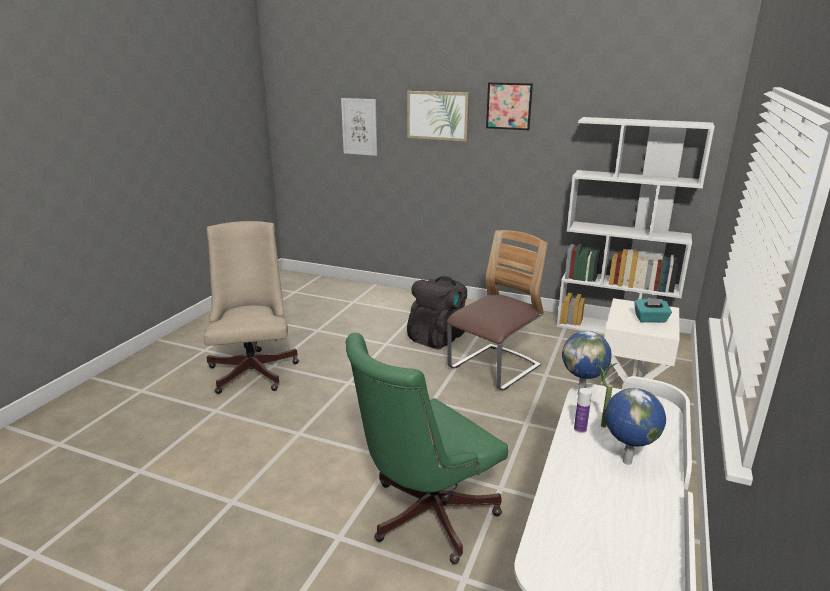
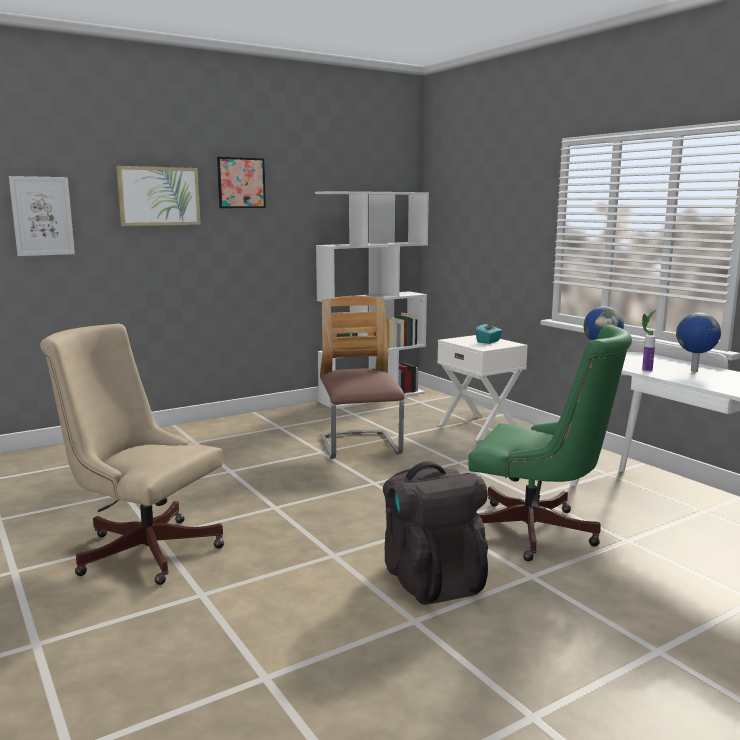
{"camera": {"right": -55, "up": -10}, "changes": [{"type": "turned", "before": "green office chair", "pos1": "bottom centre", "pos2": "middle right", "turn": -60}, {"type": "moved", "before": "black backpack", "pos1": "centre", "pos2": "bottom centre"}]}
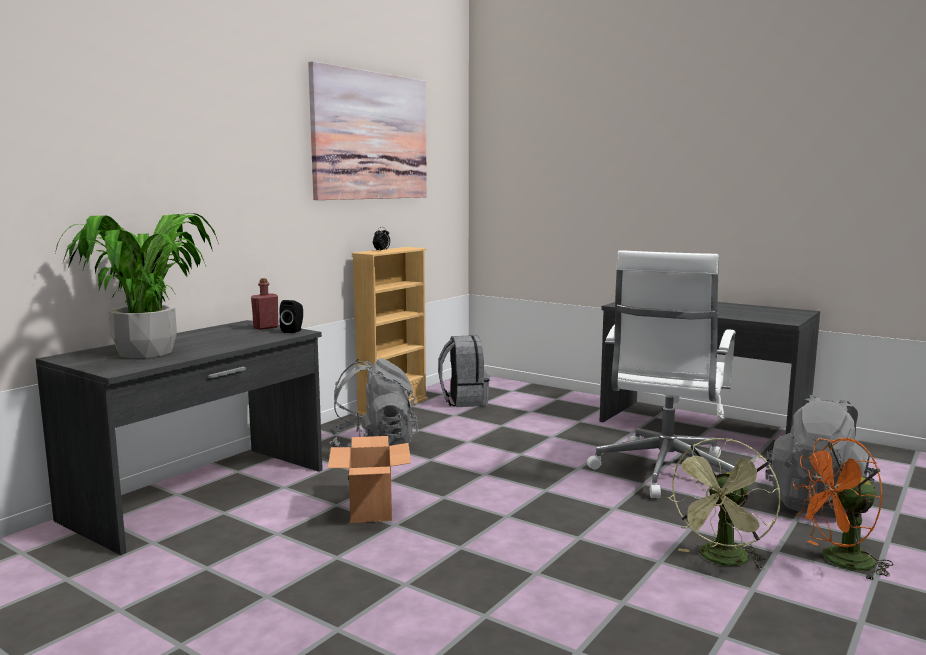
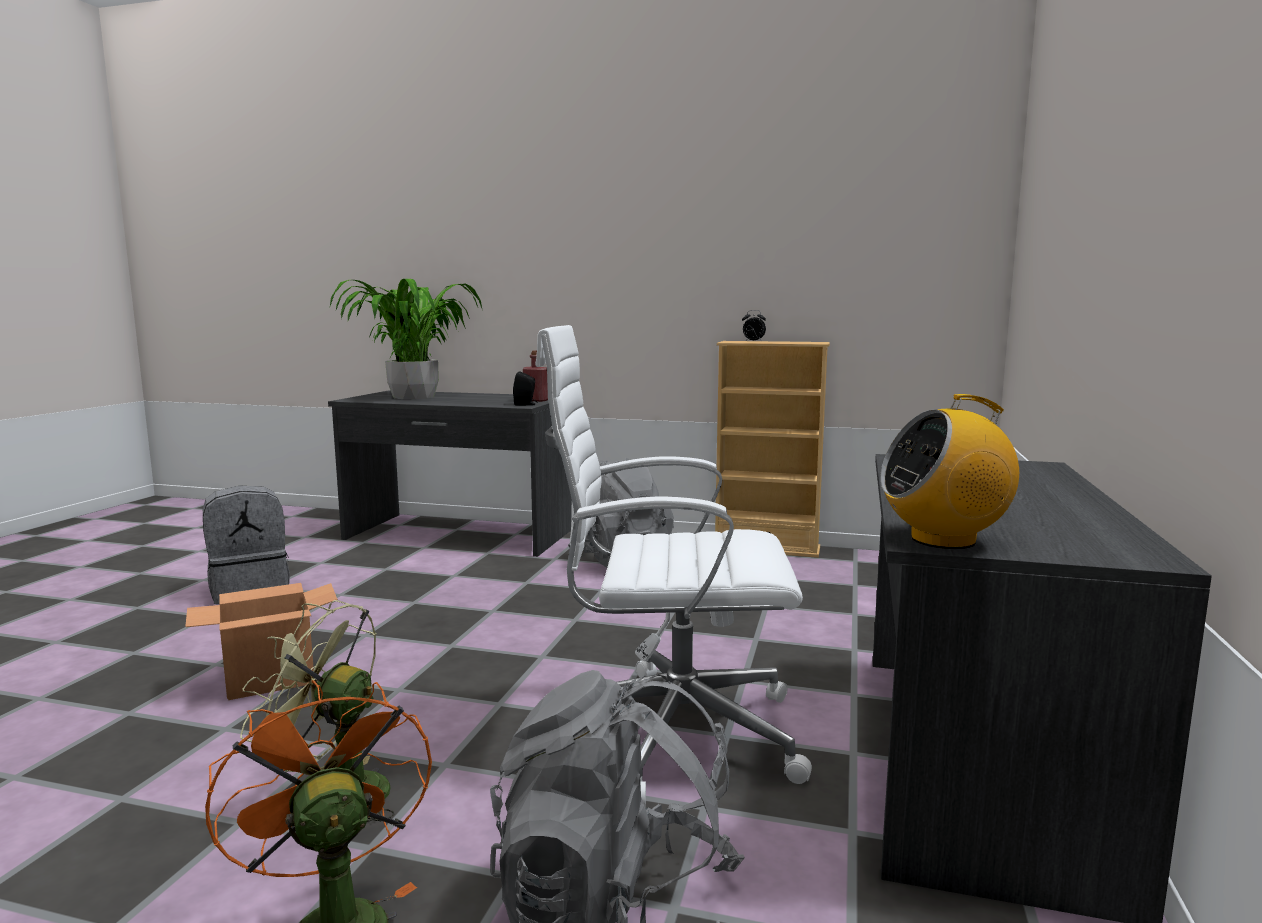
{"camera": {"right": 70, "up": 0}, "changes": [{"type": "removed", "before": "picture", "pos1": "top centre"}, {"type": "moved", "before": "cardboard box", "pos1": "bottom centre", "pos2": "bottom left"}, {"type": "moved", "before": "grey backpack (2nd from left in the first image)", "after": "grey backpack (1st from left)", "pos1": "centre", "pos2": "middle left"}, {"type": "added", "after": "radio", "pos2": "middle right"}]}
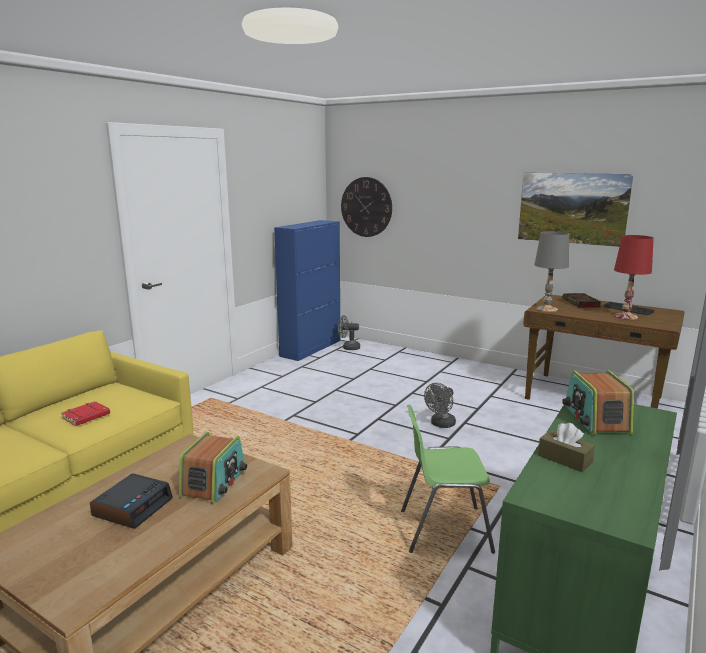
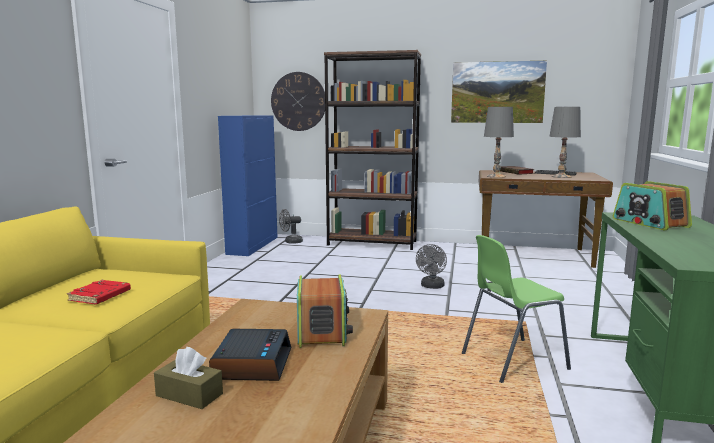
{"camera": {"right": -20, "up": -5}, "changes": [{"type": "moved", "before": "brown tissue box", "pos1": "bottom right", "pos2": "bottom left"}, {"type": "recoloured", "before": "red table lamp", "after": "grey table lamp (2nd from left)", "pos1": "middle right", "pos2": "top right"}, {"type": "added", "after": "brown bookcase", "pos2": "centre"}]}
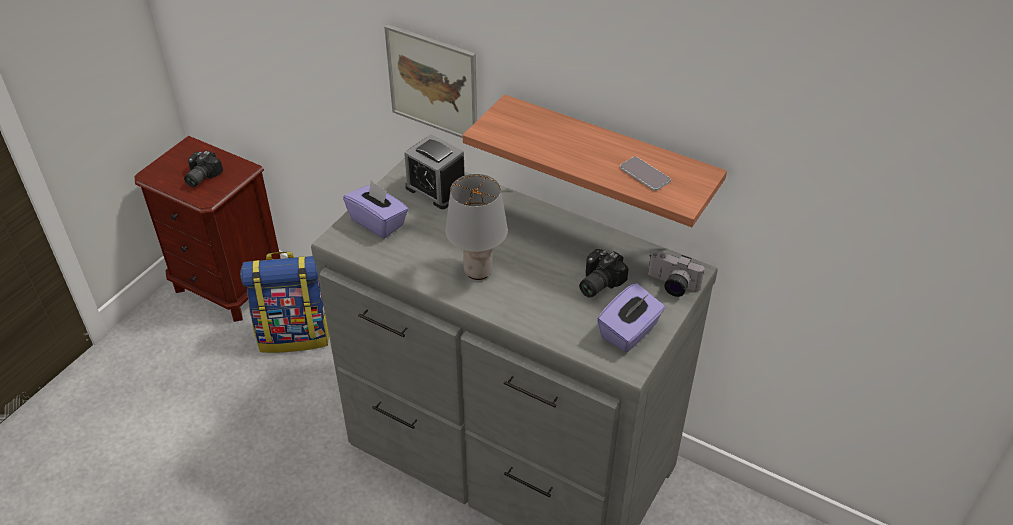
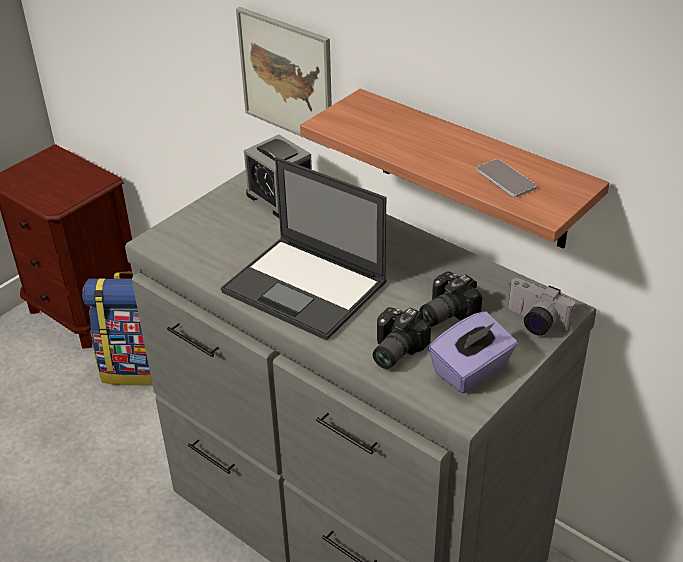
{"camera": {"right": 10, "up": -5}, "changes": [{"type": "moved", "before": "photo camera (1st from left)", "pos1": "top left", "pos2": "centre"}, {"type": "removed", "before": "purple tissue box (1st from left)", "pos1": "centre"}, {"type": "replaced", "before": "grey table lamp", "after": "laptop", "pos1": "centre", "pos2": "centre"}]}
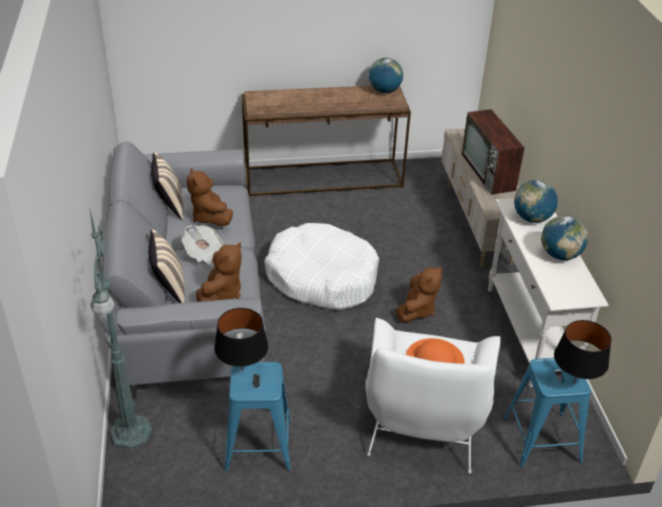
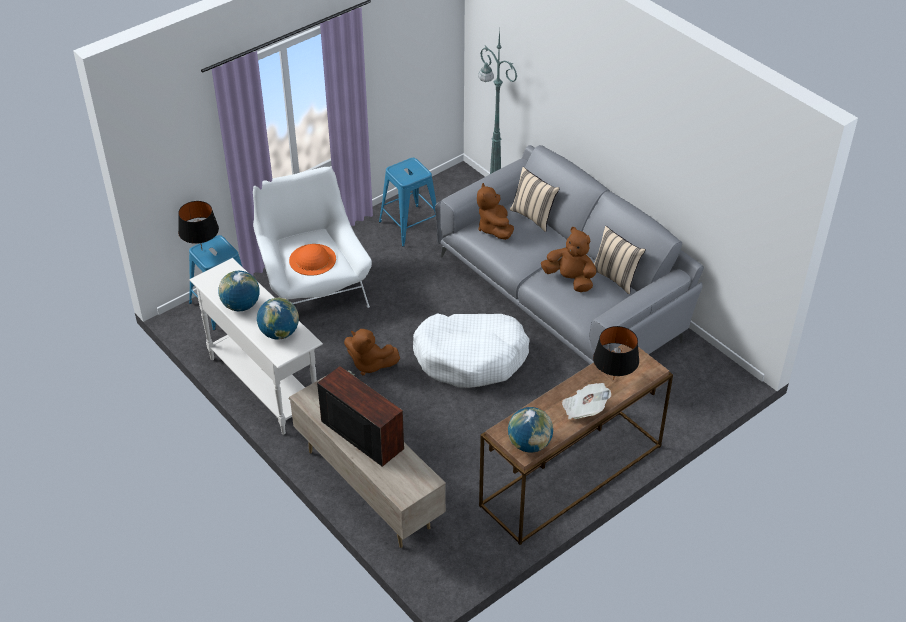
{"camera": {"right": 150, "up": 5}, "changes": [{"type": "moved", "before": "newspaper", "pos1": "middle left", "pos2": "centre"}, {"type": "moved", "before": "black table lamp (1st from left in the first image)", "after": "black table lamp (2nd from left)", "pos1": "bottom centre", "pos2": "middle right"}, {"type": "turned", "before": "brown plush toy (3rd from left in the first image)", "pos1": "centre", "pos2": "centre", "turn": -60}]}
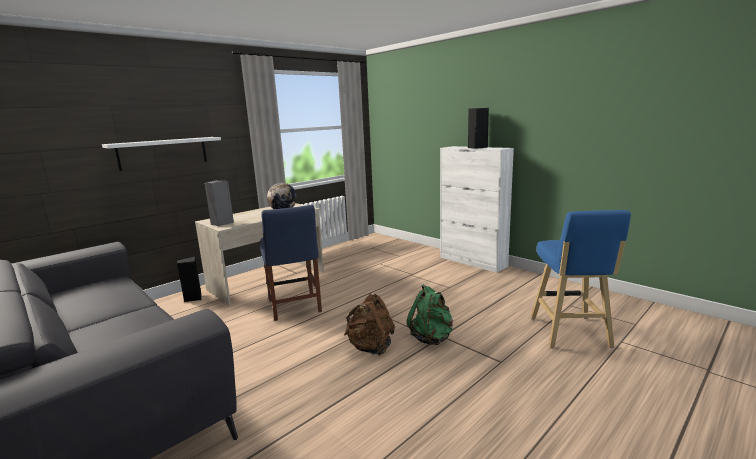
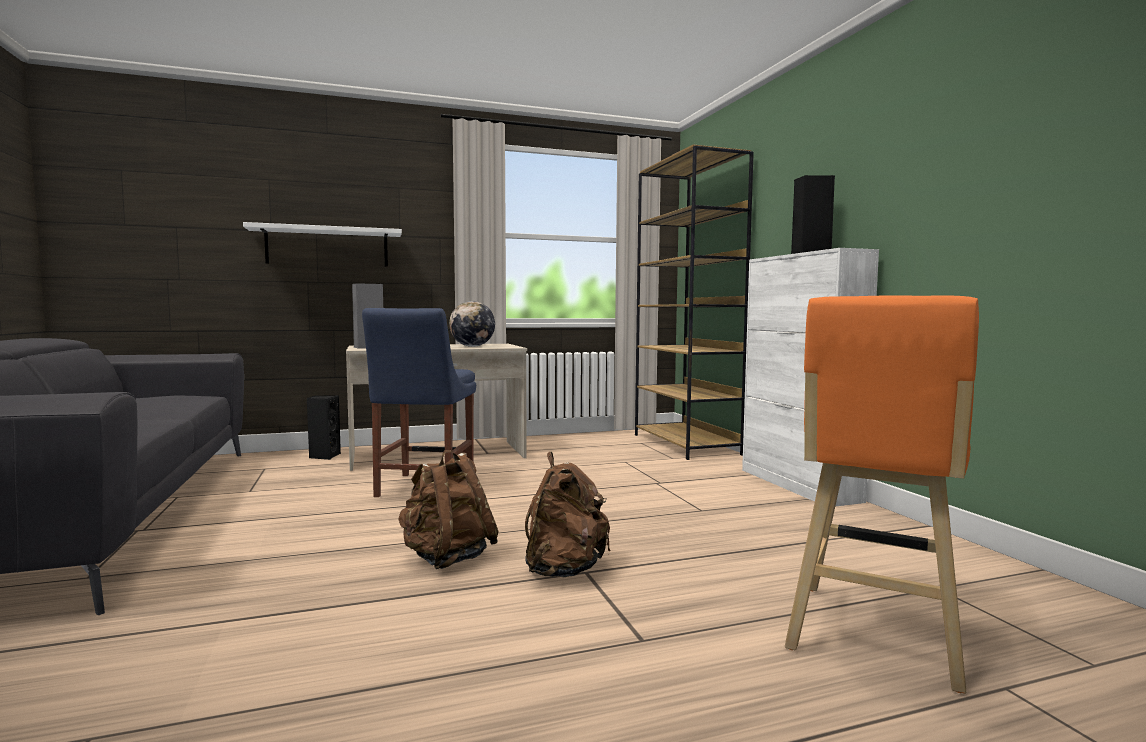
{"camera": {"right": 25, "up": -10}, "changes": [{"type": "recoloured", "before": "green backpack", "after": "brown backpack (2nd from left)", "pos1": "bottom centre", "pos2": "bottom centre"}, {"type": "recoloured", "before": "blue stool", "after": "orange stool", "pos1": "middle right", "pos2": "middle right"}, {"type": "added", "after": "brown bookcase", "pos2": "centre"}]}
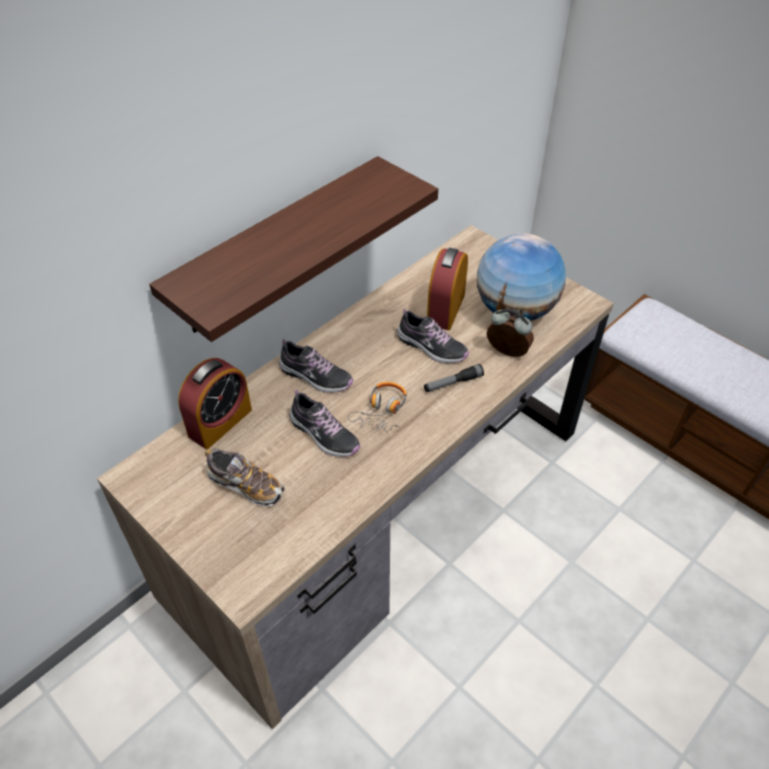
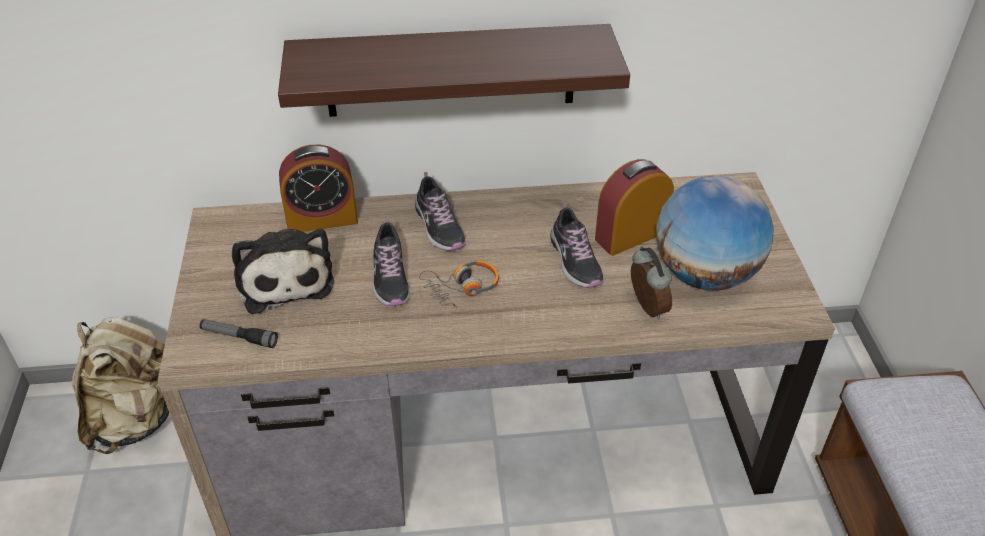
{"camera": {"right": 40, "up": -5}, "changes": [{"type": "replaced", "before": "shoe (1st from left)", "after": "plush toy", "pos1": "middle left", "pos2": "middle left"}, {"type": "moved", "before": "flashlight", "pos1": "centre", "pos2": "middle left"}, {"type": "added", "after": "beige backpack", "pos2": "bottom left"}]}
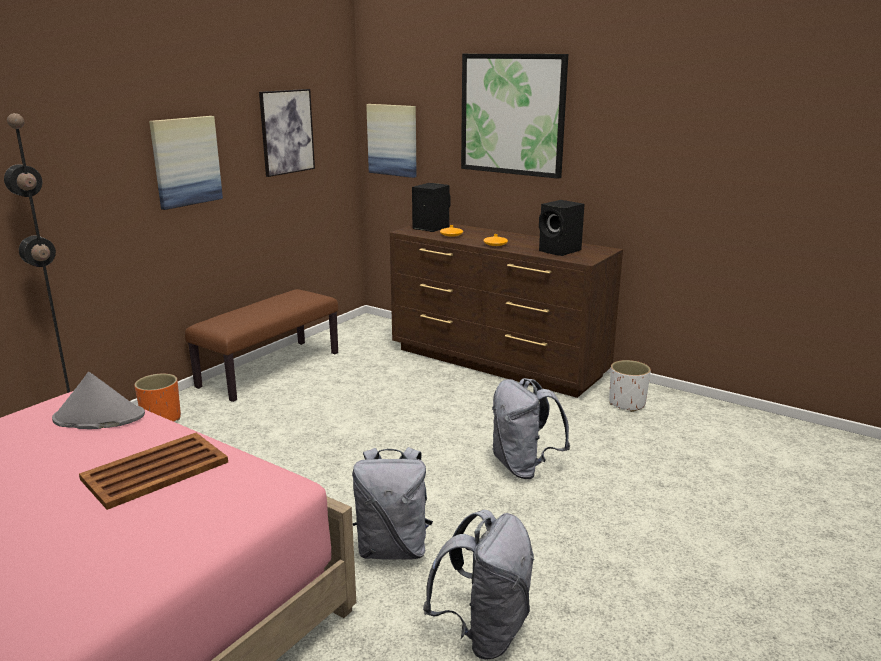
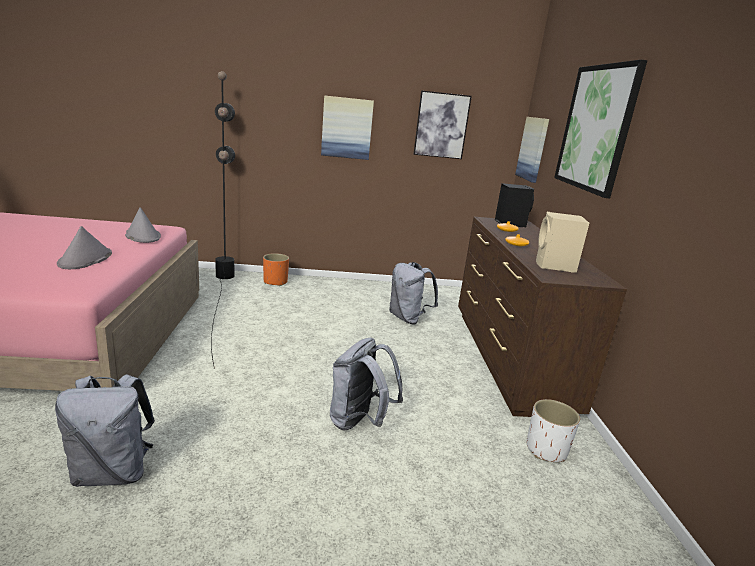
{"camera": {"right": 50, "up": 0}, "changes": [{"type": "replaced", "before": "brown tray", "after": "grey hat (1st from left)", "pos1": "bottom left", "pos2": "middle left"}, {"type": "removed", "before": "brown bench", "pos1": "middle left"}, {"type": "moved", "before": "grey backpack (1st from left in the first image)", "after": "grey backpack (3rd from left)", "pos1": "bottom centre", "pos2": "centre"}, {"type": "recoloured", "before": "black speaker (2nd from left)", "after": "beige speaker", "pos1": "centre", "pos2": "middle right"}]}
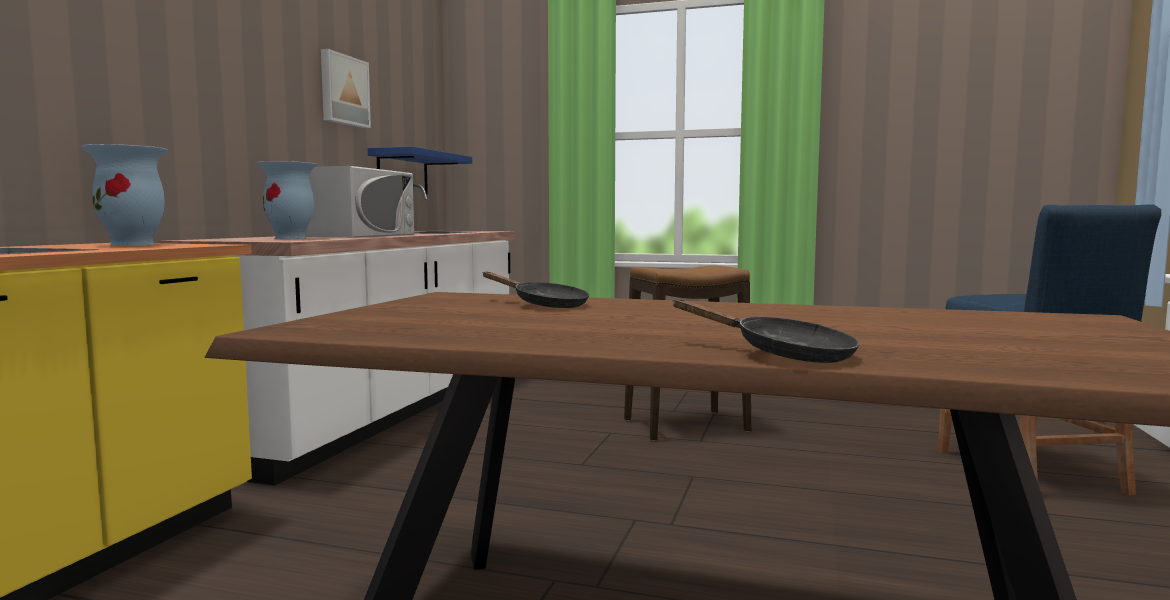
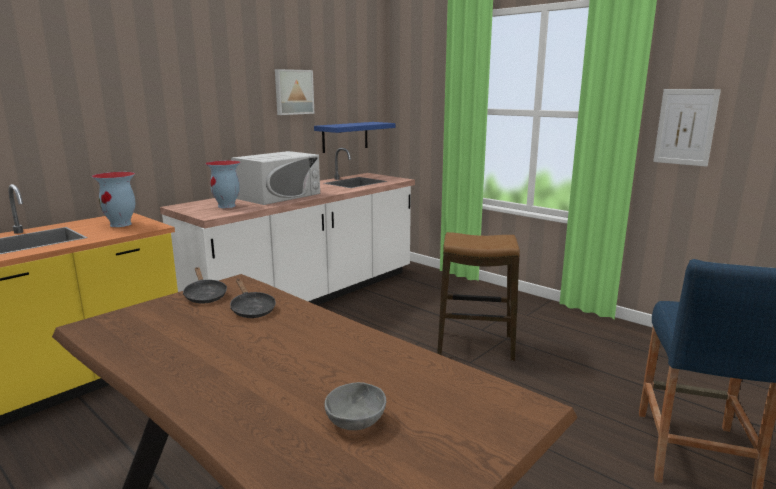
{"camera": {"right": 25, "up": 10}, "changes": [{"type": "moved", "before": "black frying pan (2nd from left in the first image)", "after": "black frying pan (1st from left)", "pos1": "centre", "pos2": "middle left"}, {"type": "added", "after": "grey bowl", "pos2": "bottom centre"}, {"type": "added", "after": "picture (2nd from left)", "pos2": "top right"}]}
